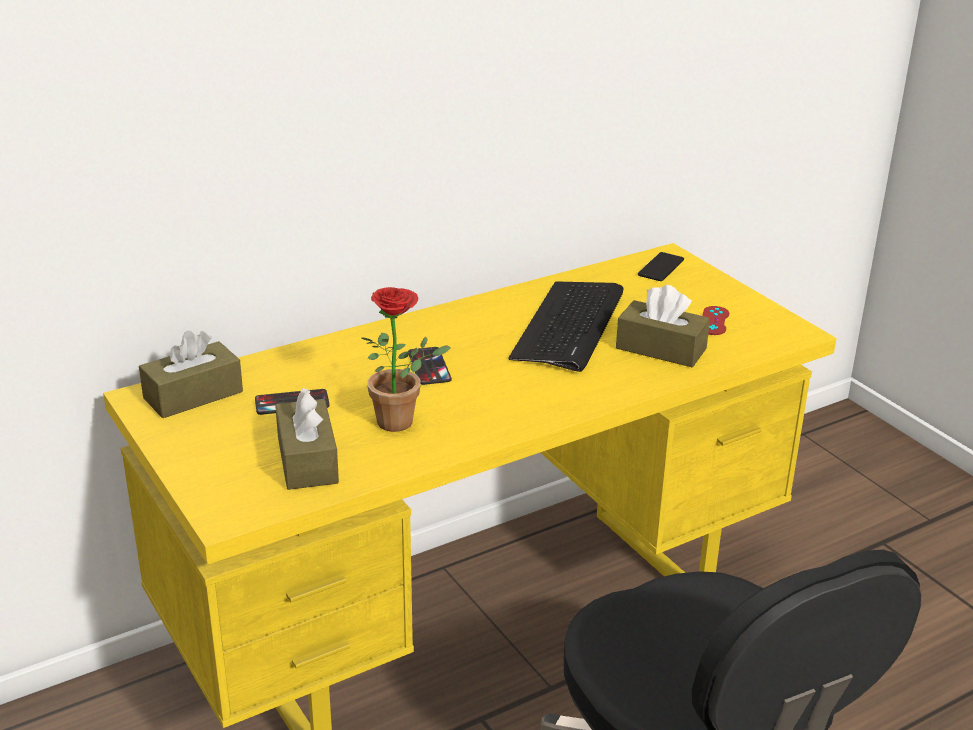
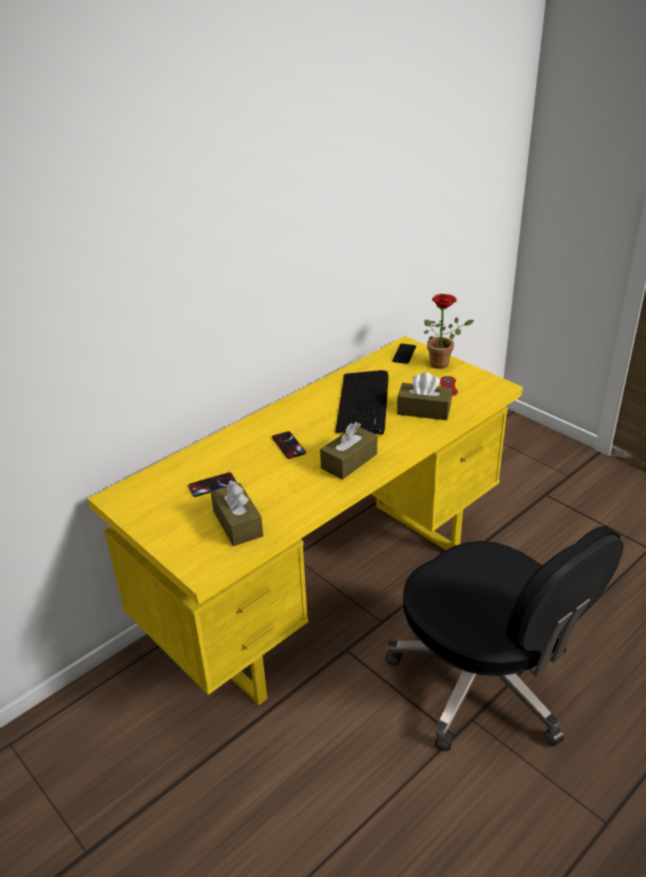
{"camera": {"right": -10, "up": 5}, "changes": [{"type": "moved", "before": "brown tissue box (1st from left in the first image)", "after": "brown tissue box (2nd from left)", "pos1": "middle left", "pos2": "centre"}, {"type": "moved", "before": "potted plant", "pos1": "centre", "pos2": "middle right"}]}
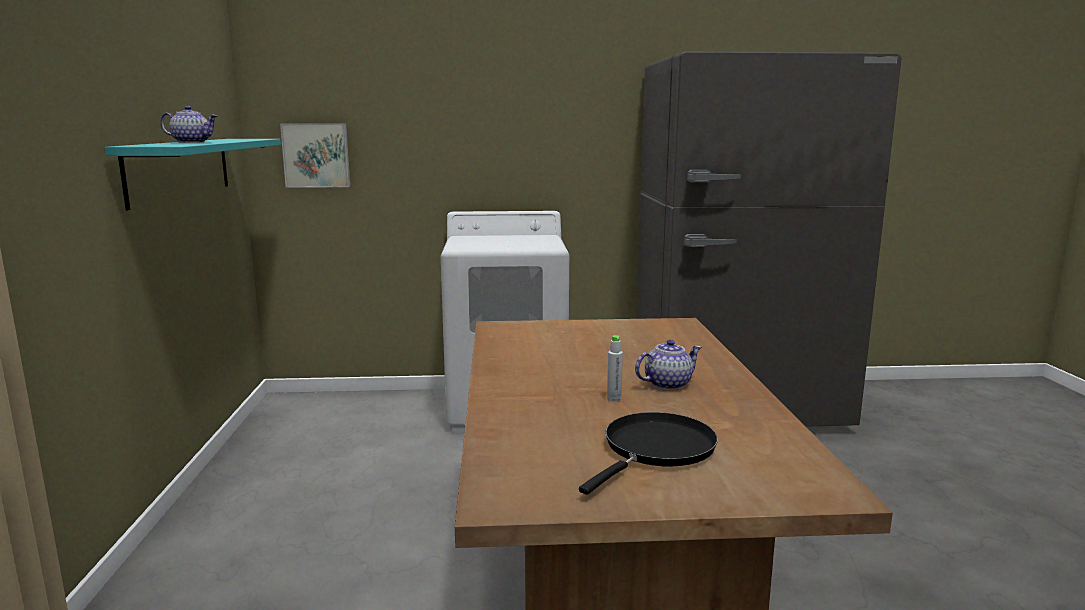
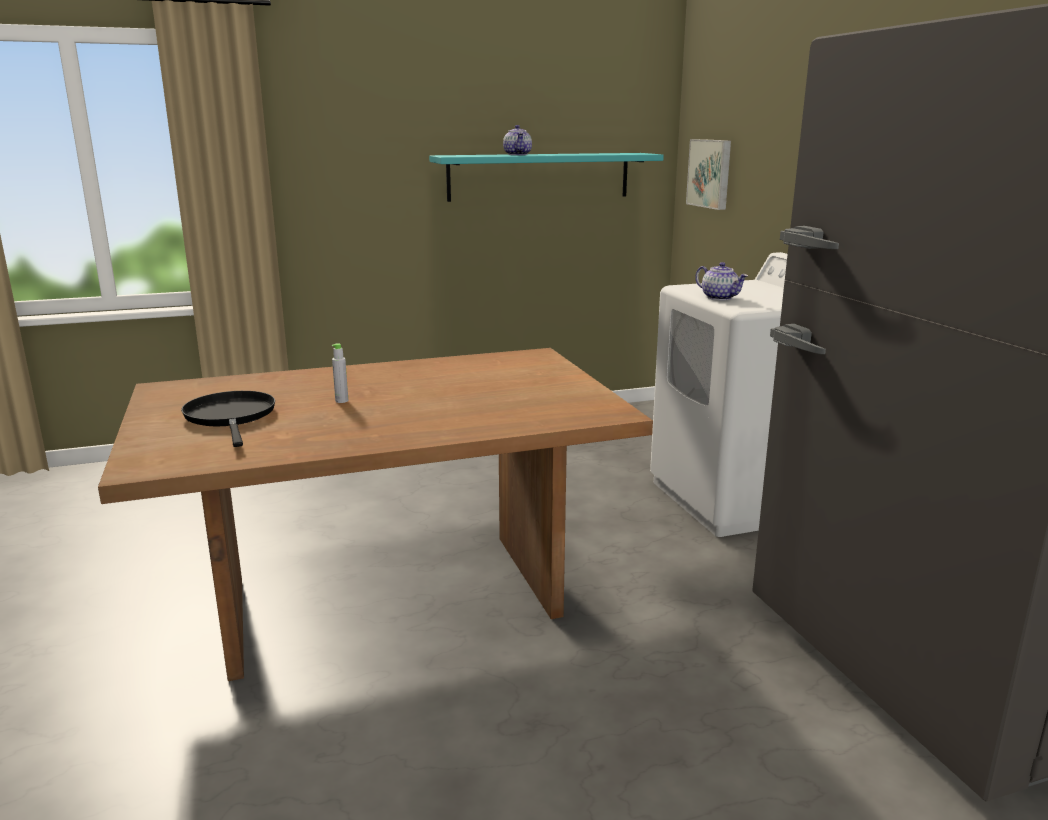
{"camera": {"right": 75, "up": 5}, "changes": [{"type": "turned", "before": "black frying pan", "pos1": "bottom centre", "pos2": "middle left", "turn": -135}, {"type": "moved", "before": "teapot (2nd from left)", "pos1": "centre", "pos2": "middle right"}]}
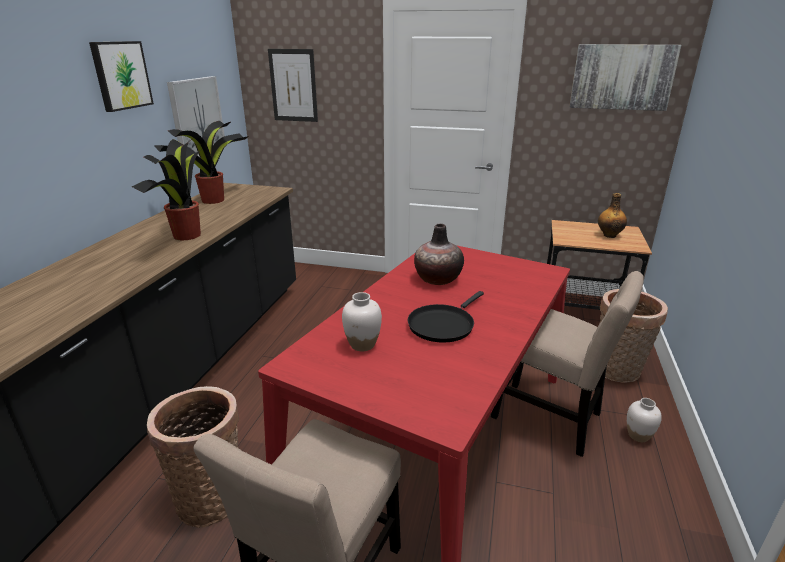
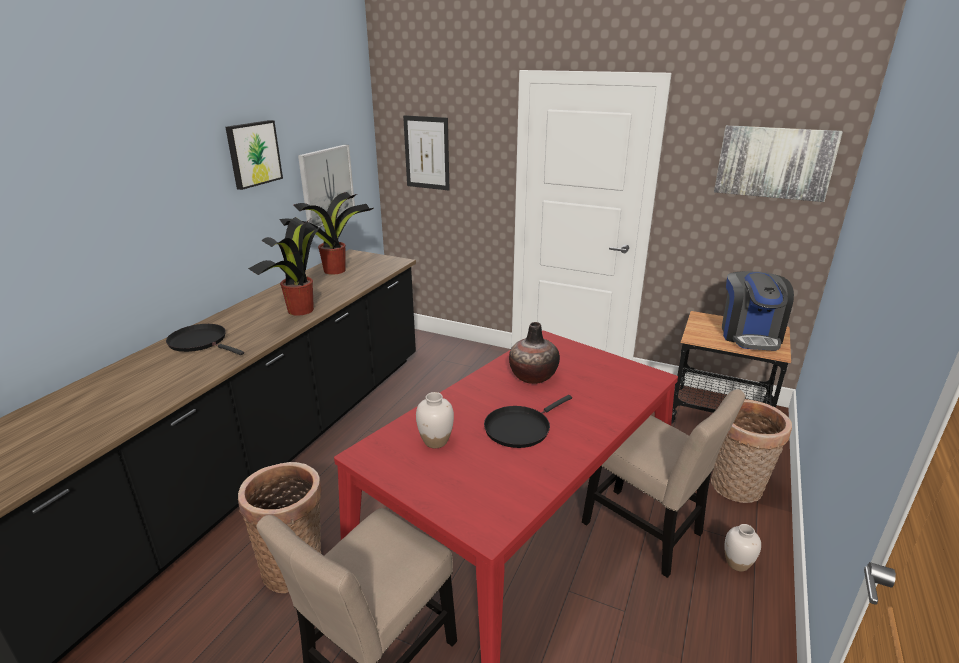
{"camera": {"right": 10, "up": 0}, "changes": [{"type": "replaced", "before": "bottle", "after": "coffee machine", "pos1": "middle right", "pos2": "middle right"}, {"type": "added", "after": "black frying pan (1st from left)", "pos2": "middle left"}]}
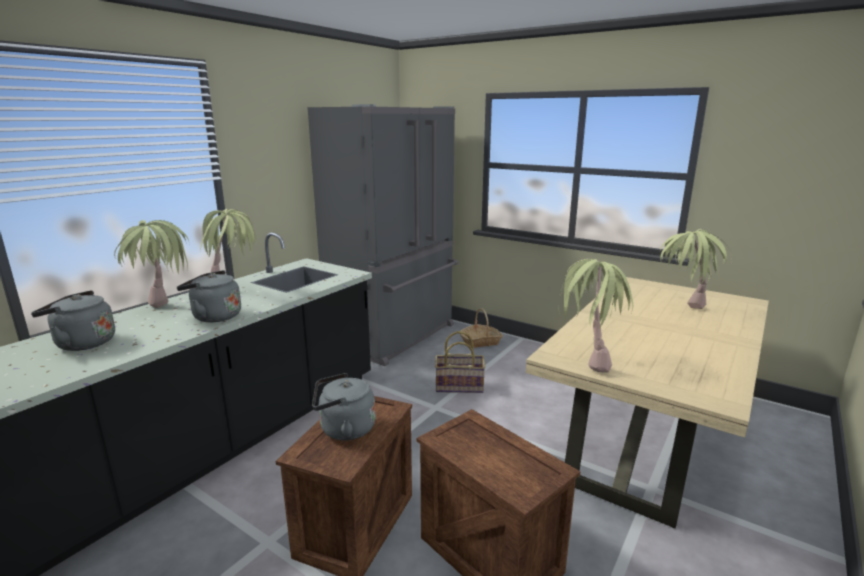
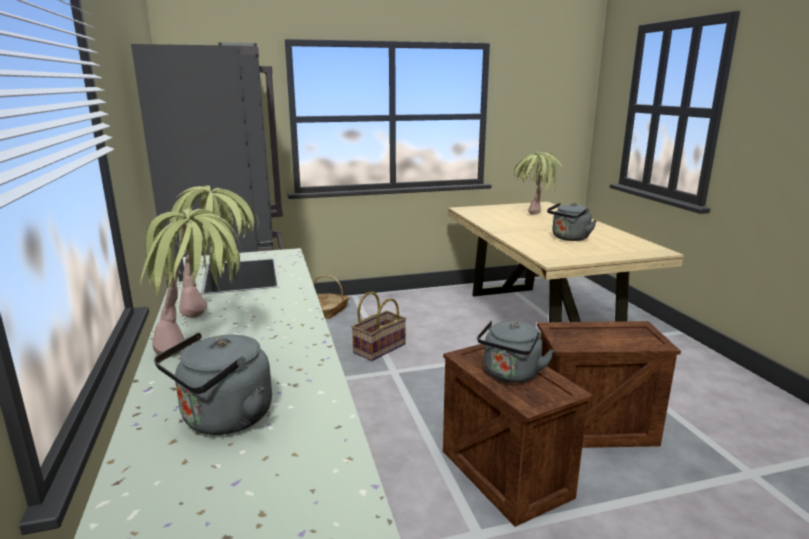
{"camera": {"right": -50, "up": 0}, "changes": [{"type": "moved", "before": "grey kettle (2nd from left in the first image)", "after": "grey kettle (3rd from left)", "pos1": "middle left", "pos2": "middle right"}, {"type": "removed", "before": "potted plant (3rd from left)", "pos1": "middle right"}]}
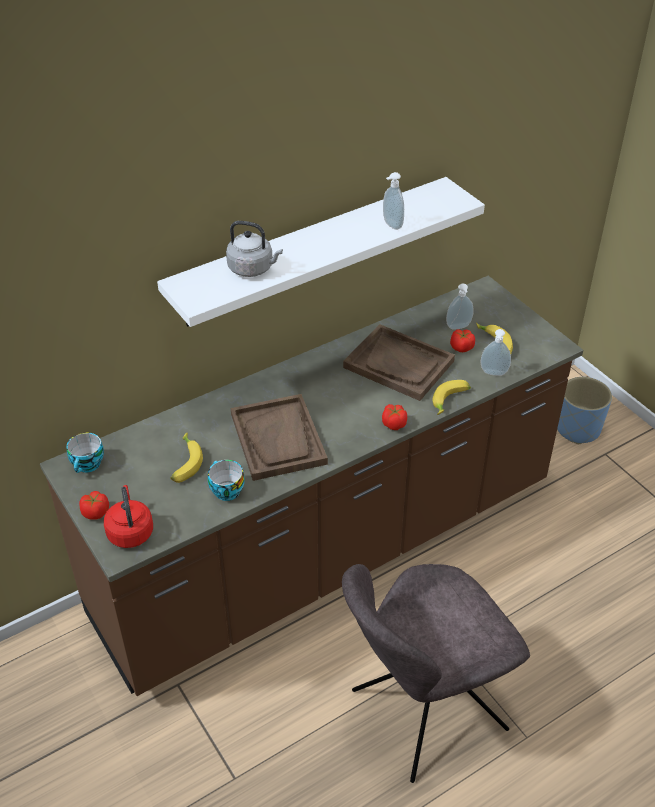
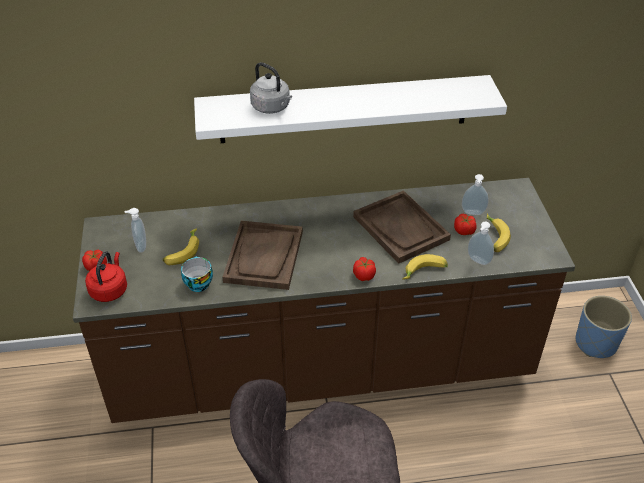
{"camera": {"right": 25, "up": 0}, "changes": [{"type": "removed", "before": "cup (1st from left)", "pos1": "middle left"}, {"type": "moved", "before": "soap dispenser (1st from left)", "pos1": "top centre", "pos2": "middle left"}]}
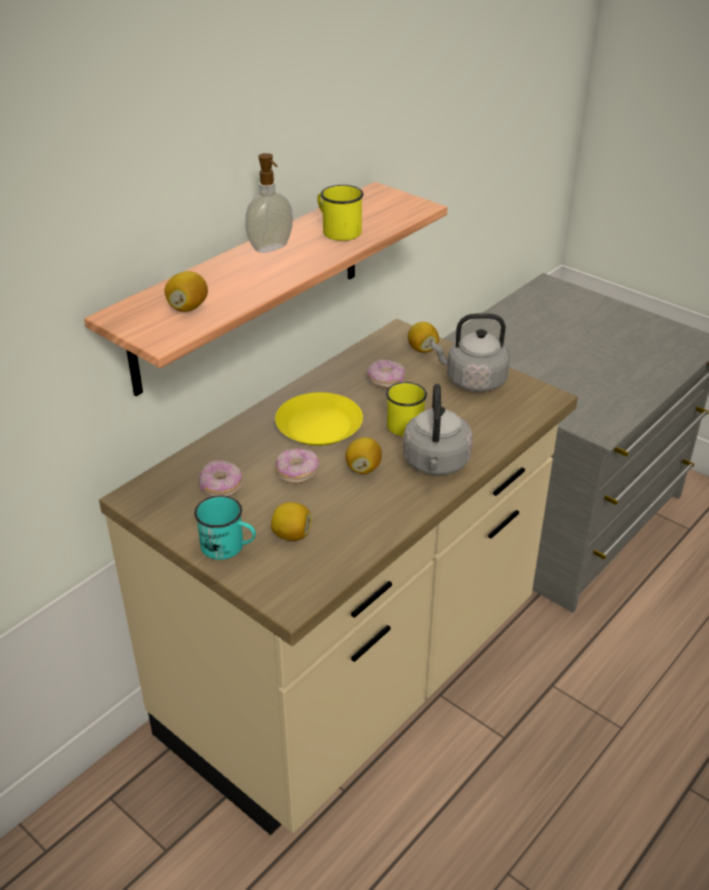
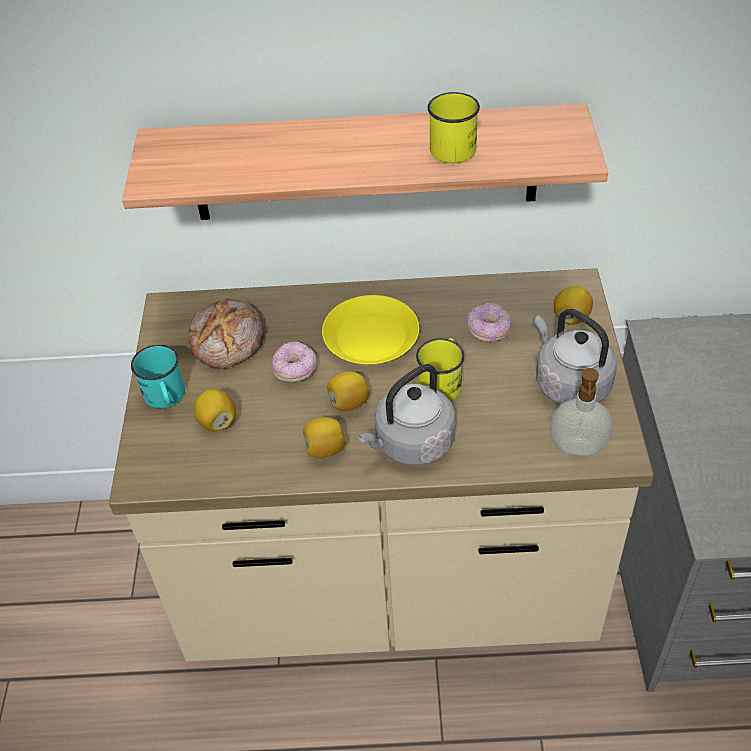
{"camera": {"right": 50, "up": 10}, "changes": [{"type": "moved", "before": "lemon (1st from left in the first image)", "after": "lemon (2nd from left)", "pos1": "top left", "pos2": "centre"}, {"type": "replaced", "before": "donut (1st from left)", "after": "bread", "pos1": "middle left", "pos2": "middle left"}, {"type": "moved", "before": "soap dispenser", "pos1": "top centre", "pos2": "middle right"}]}
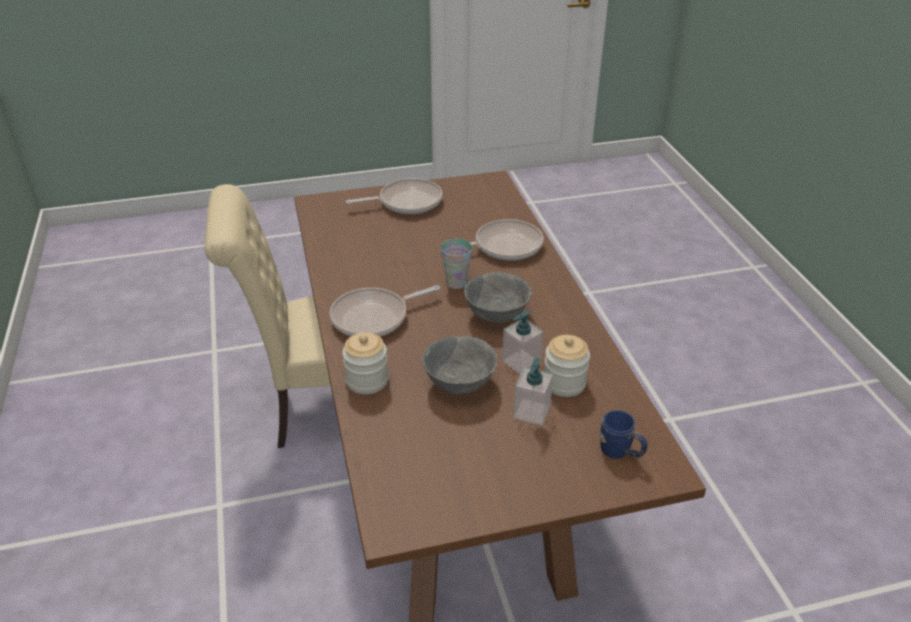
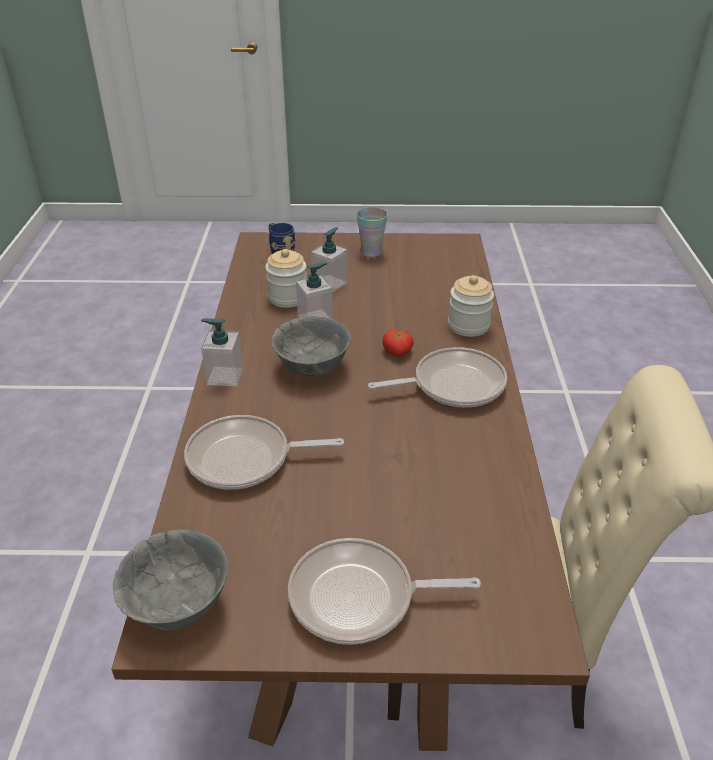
{"camera": {"right": -165, "up": 0}, "changes": [{"type": "moved", "before": "grey bowl (1st from left)", "pos1": "centre", "pos2": "bottom left"}, {"type": "moved", "before": "cup", "pos1": "centre", "pos2": "top centre"}, {"type": "added", "after": "soap dispenser (1st from left)", "pos2": "middle left"}, {"type": "added", "after": "tomato", "pos2": "centre"}]}
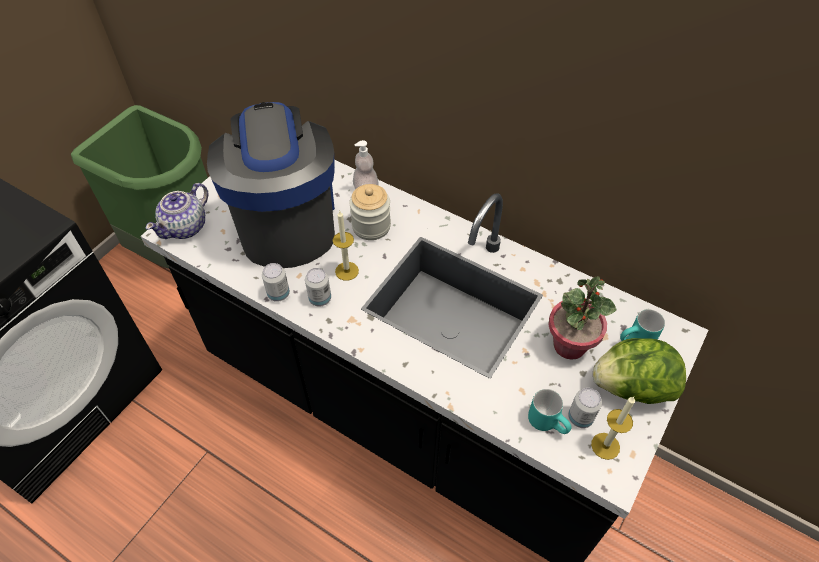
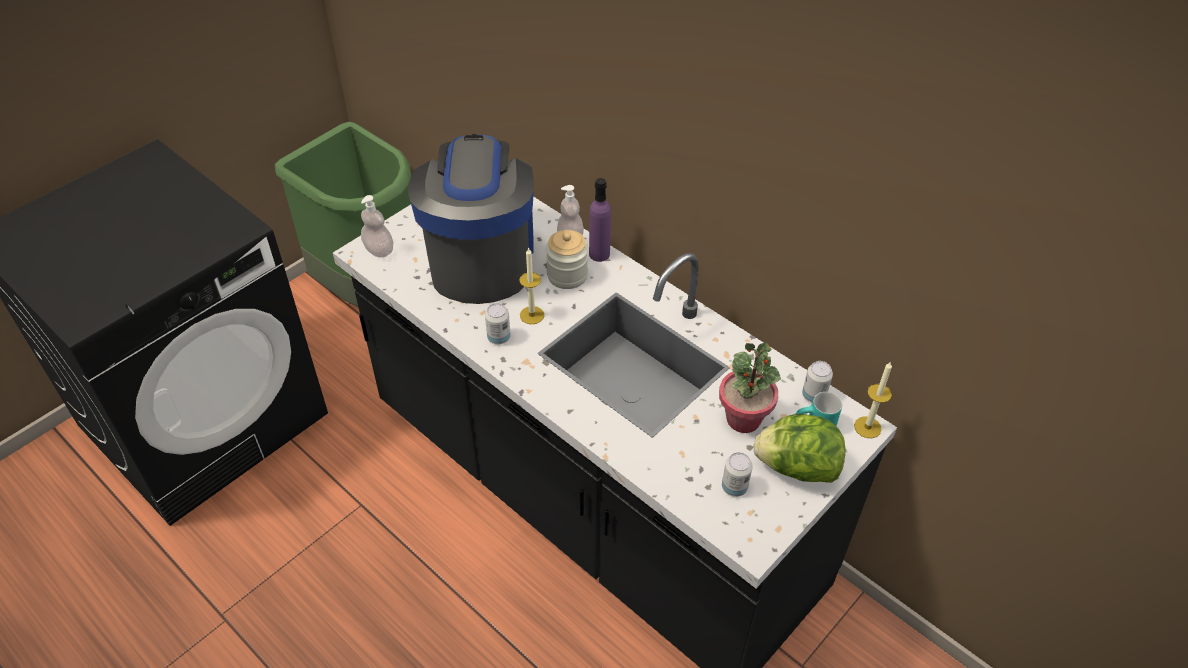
{"camera": {"right": 10, "up": -5}, "changes": [{"type": "replaced", "before": "teapot", "after": "soap dispenser (1st from left)", "pos1": "middle left", "pos2": "middle left"}, {"type": "moved", "before": "can (1st from left in the first image)", "after": "can (3rd from left)", "pos1": "centre", "pos2": "middle right"}, {"type": "removed", "before": "turquoise mug (1st from left)", "pos1": "bottom right"}, {"type": "moved", "before": "candle (2nd from left)", "pos1": "bottom right", "pos2": "middle right"}, {"type": "added", "after": "purple bottle", "pos2": "top centre"}]}
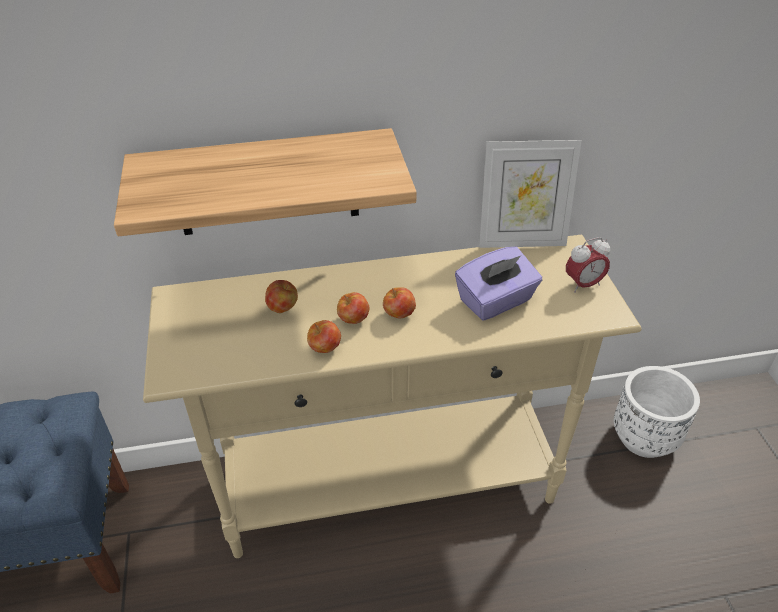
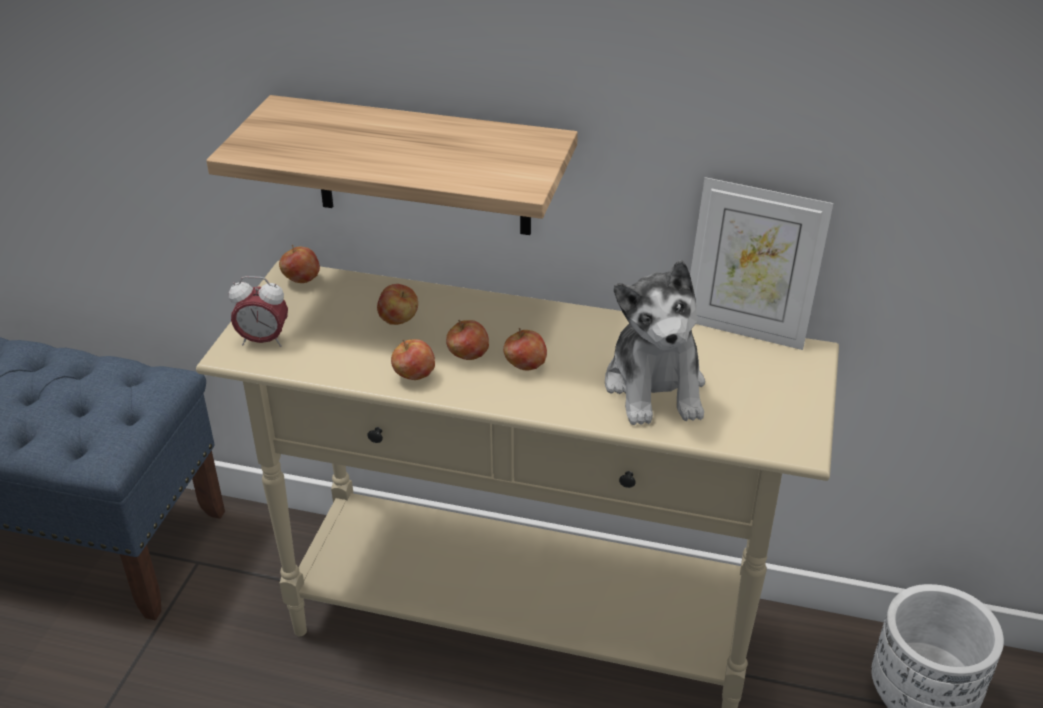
{"camera": {"right": 25, "up": -5}, "changes": [{"type": "replaced", "before": "purple tissue box", "after": "plush toy", "pos1": "centre", "pos2": "centre"}, {"type": "moved", "before": "alarm clock", "pos1": "middle right", "pos2": "middle left"}, {"type": "added", "after": "apple (1st from left)", "pos2": "middle left"}]}
